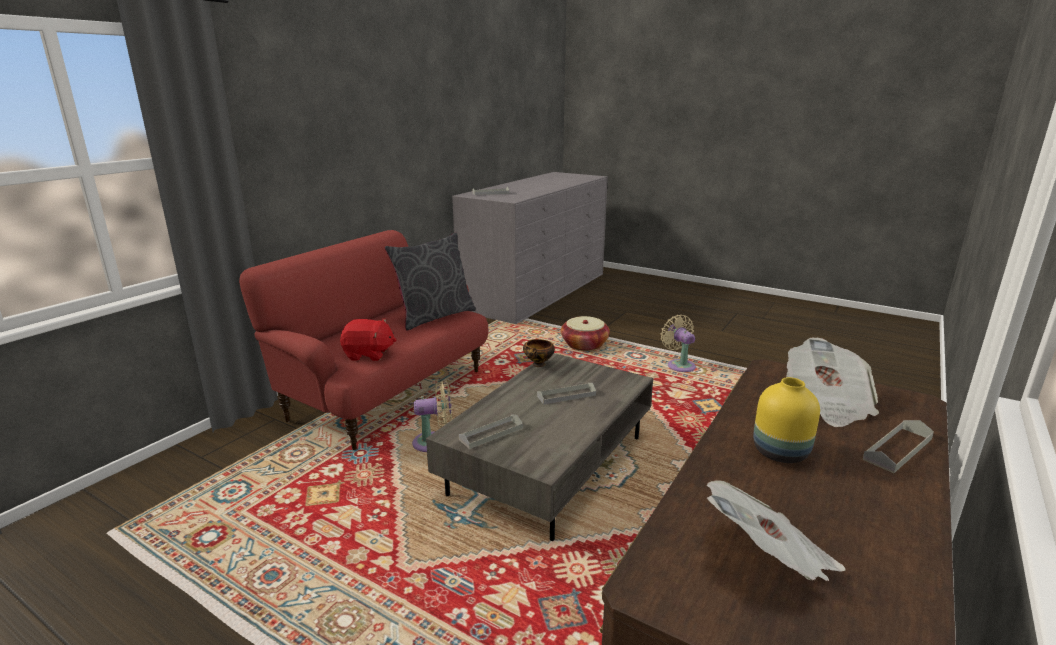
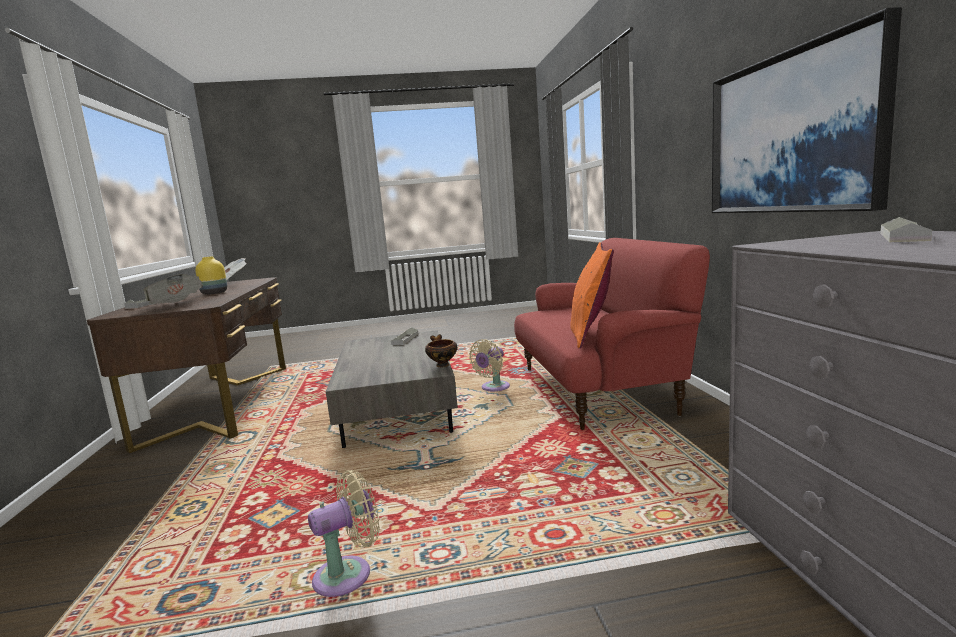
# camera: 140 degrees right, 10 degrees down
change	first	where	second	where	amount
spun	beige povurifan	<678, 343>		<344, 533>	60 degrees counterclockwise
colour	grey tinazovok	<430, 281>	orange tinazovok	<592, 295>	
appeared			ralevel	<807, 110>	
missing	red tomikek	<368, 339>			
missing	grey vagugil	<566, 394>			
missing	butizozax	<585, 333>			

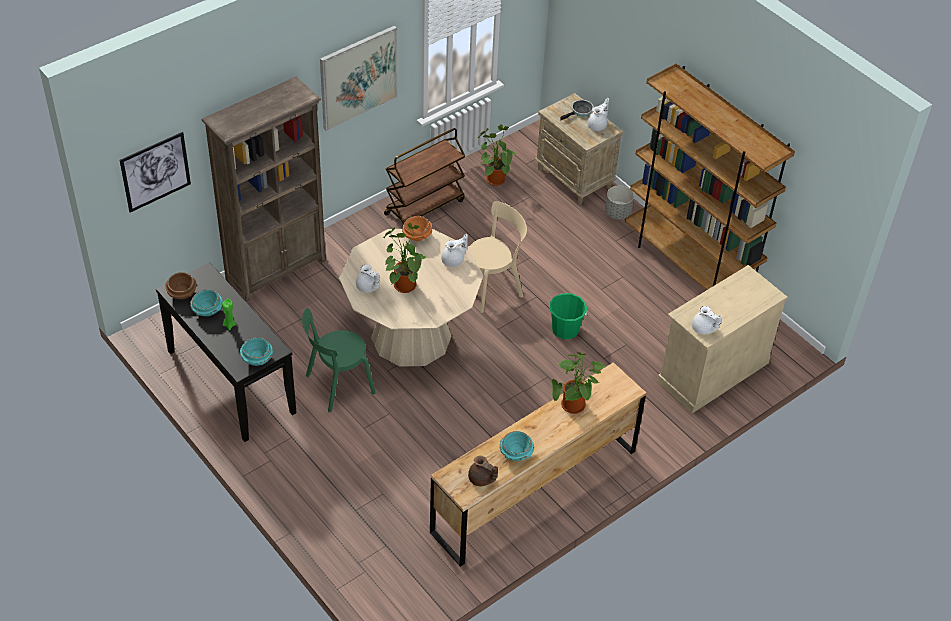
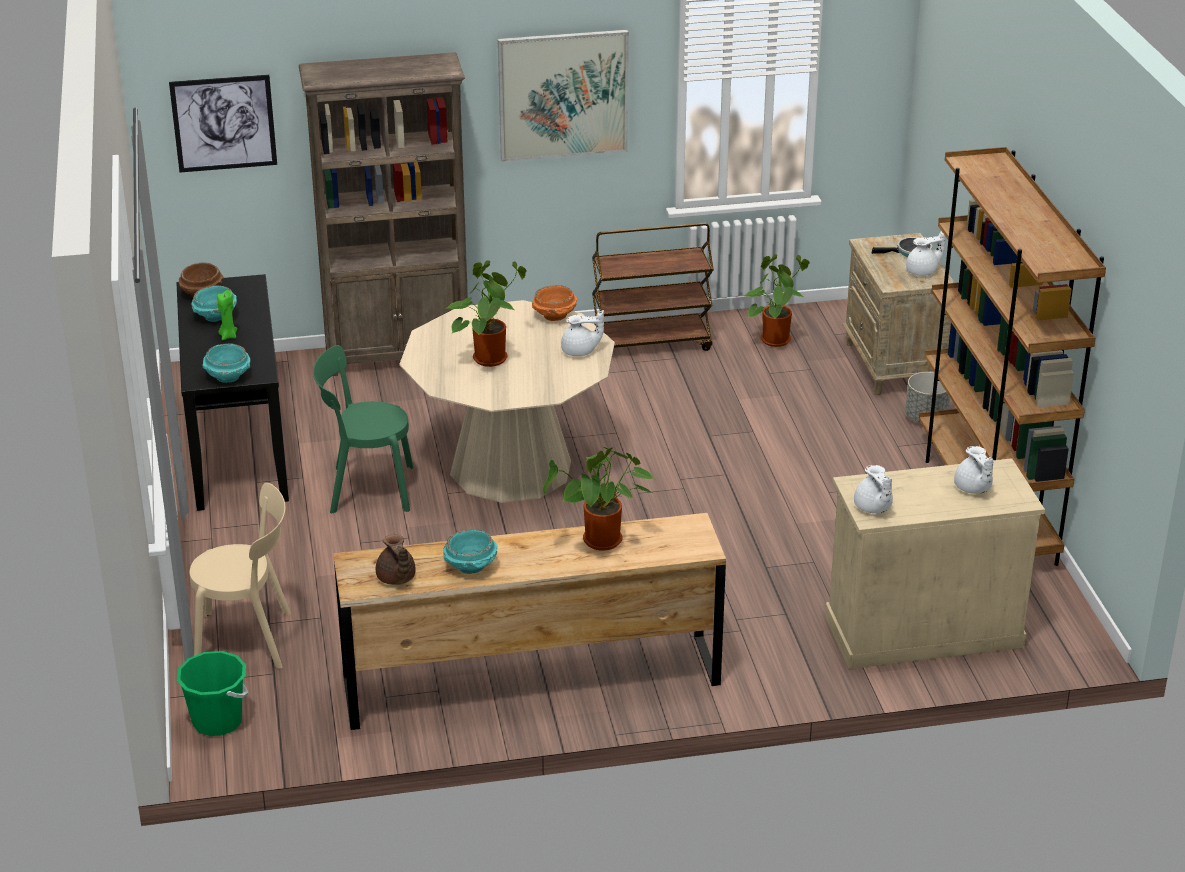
# camera: 30 degrees right, 15 degrees down
change	first	where	second	where	amount
relocated	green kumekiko	<568, 316>		<213, 693>	
relocated	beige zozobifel	<497, 257>		<240, 576>	
relocated	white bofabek	<368, 278>		<973, 470>	

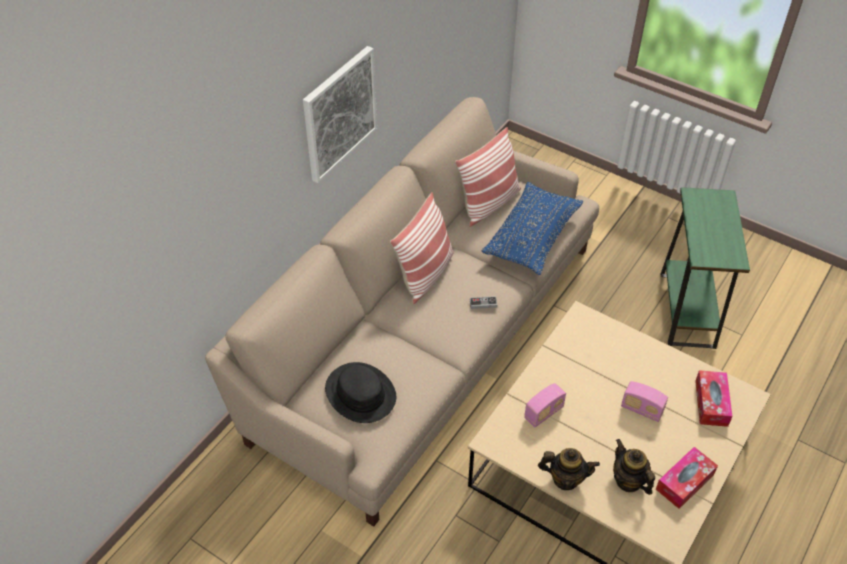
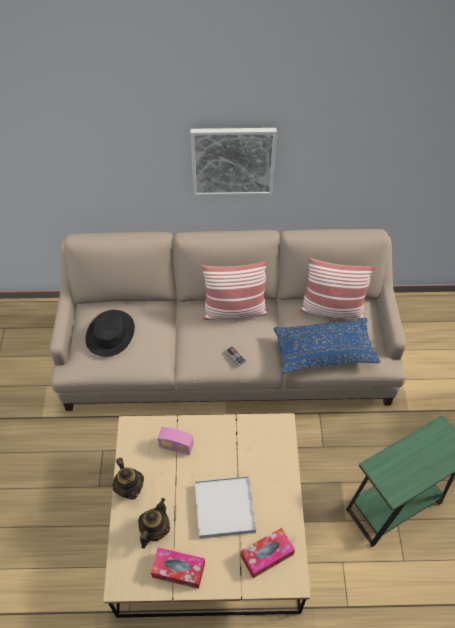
# camera: 55 degrees right, 5 degrees up
change	first	where	second	where	amount
exchanged	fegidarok	<644, 401>	white vagugil	<225, 507>	

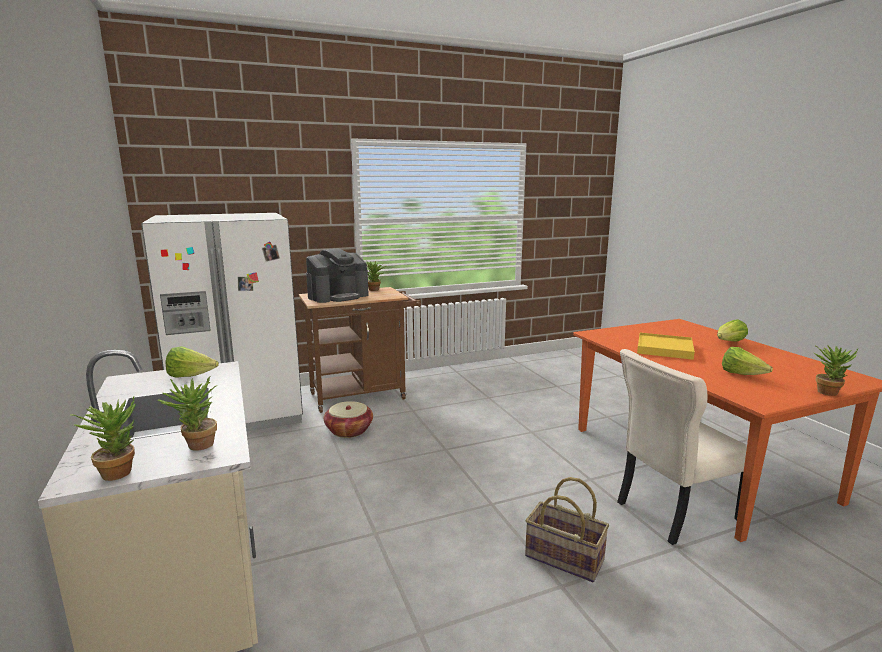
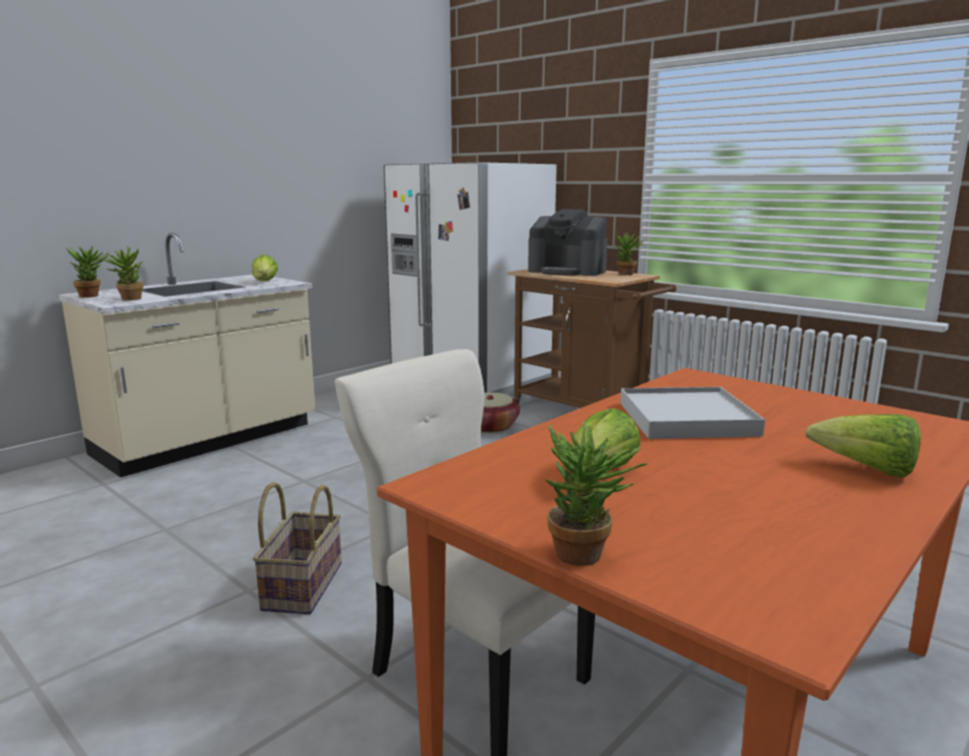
# camera: 65 degrees right, 0 degrees up
change	first	where	second	where	amount
colour	yellow vagugil	<666, 346>	white vagugil	<692, 413>	

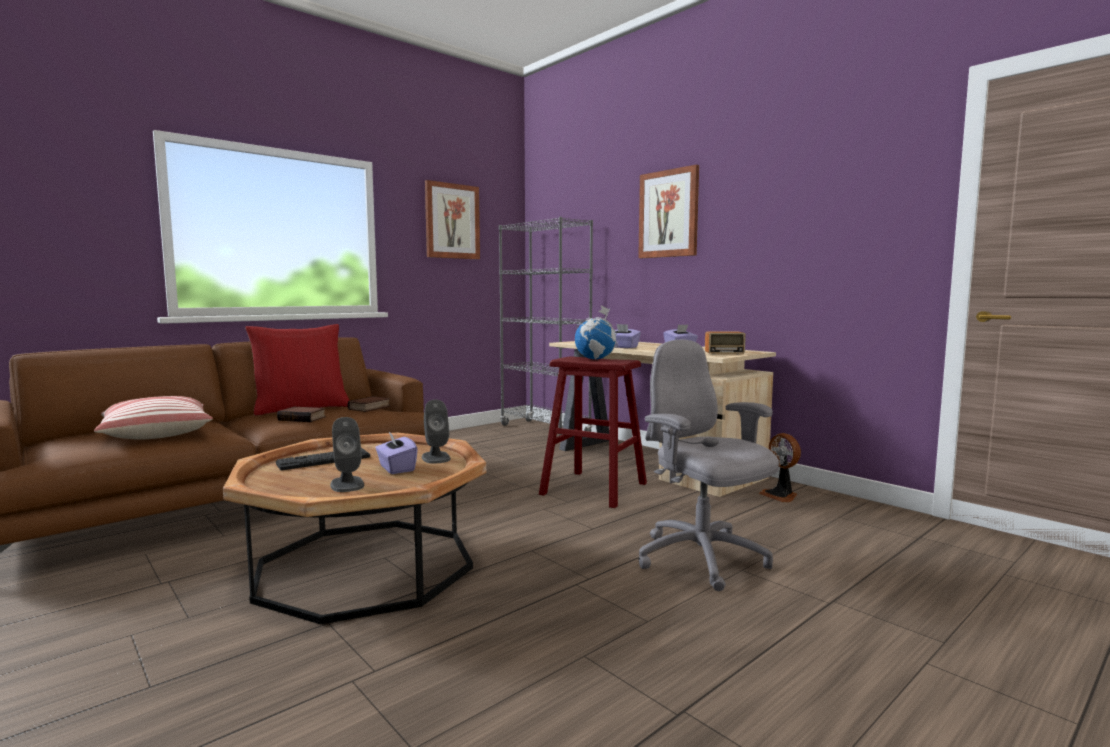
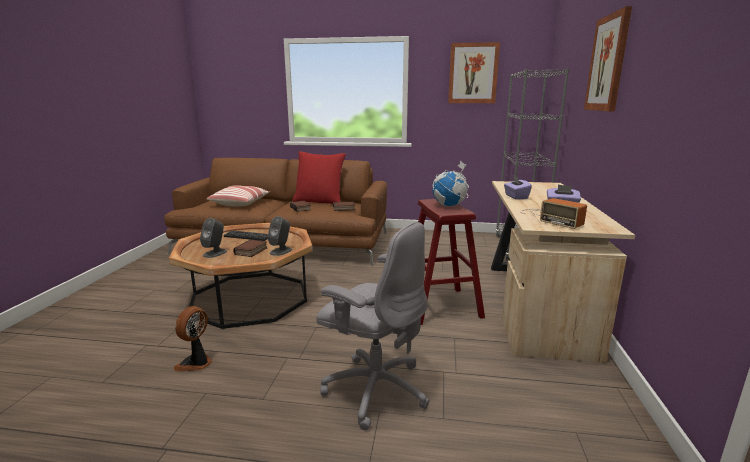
# camera: 50 degrees right, 10 degrees up
change	first	where	second	where	amount
relocated	povurifan	<780, 468>		<193, 339>	
exchanged	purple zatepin	<396, 453>	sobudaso	<250, 248>	
spun	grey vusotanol	<708, 465>		<372, 326>	105 degrees clockwise

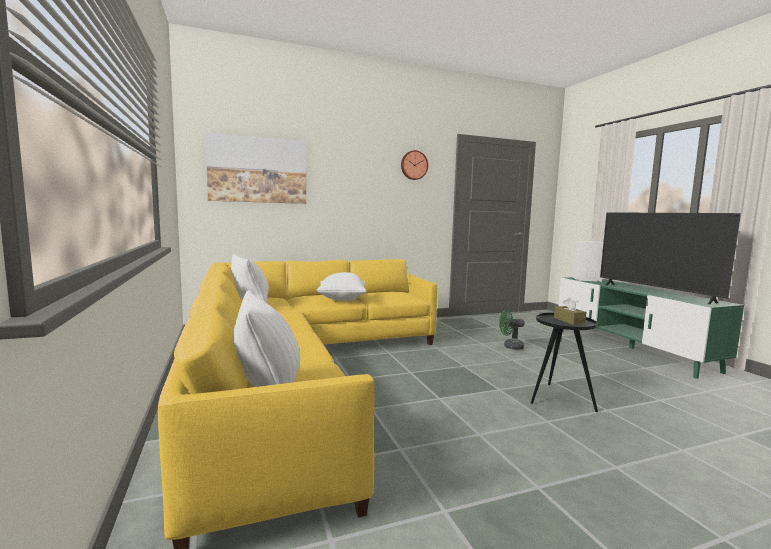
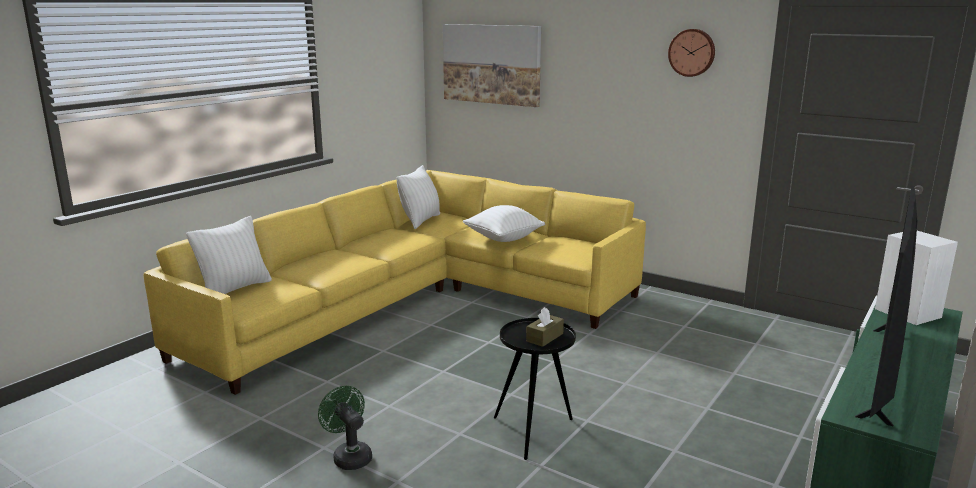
# camera: 55 degrees right, 10 degrees up
change	first	where	second	where	amount
relocated	green povurifan	<512, 329>		<345, 428>	

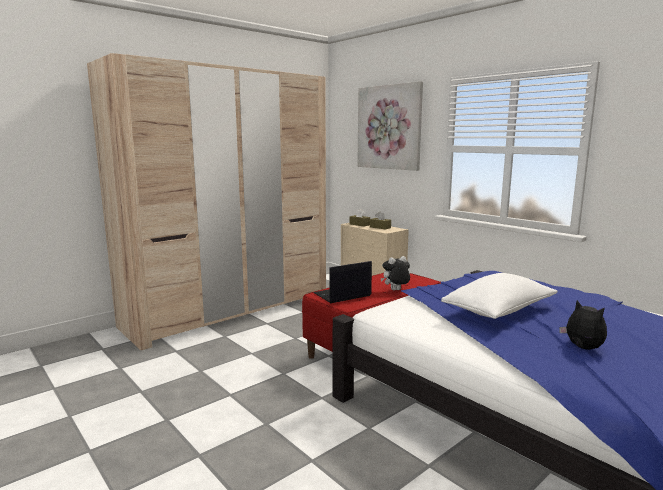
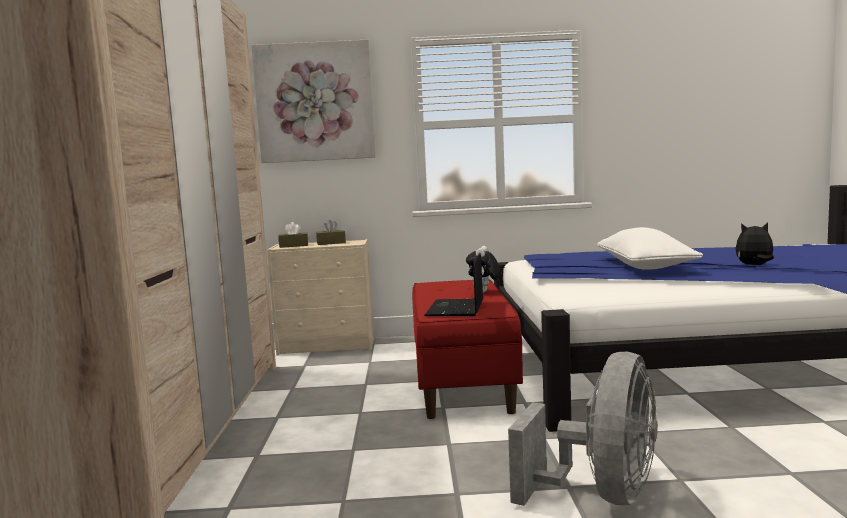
# camera: 50 degrees left, 5 degrees down
change	first	where	second	where	amount
appeared			grey povurifan	<583, 429>	

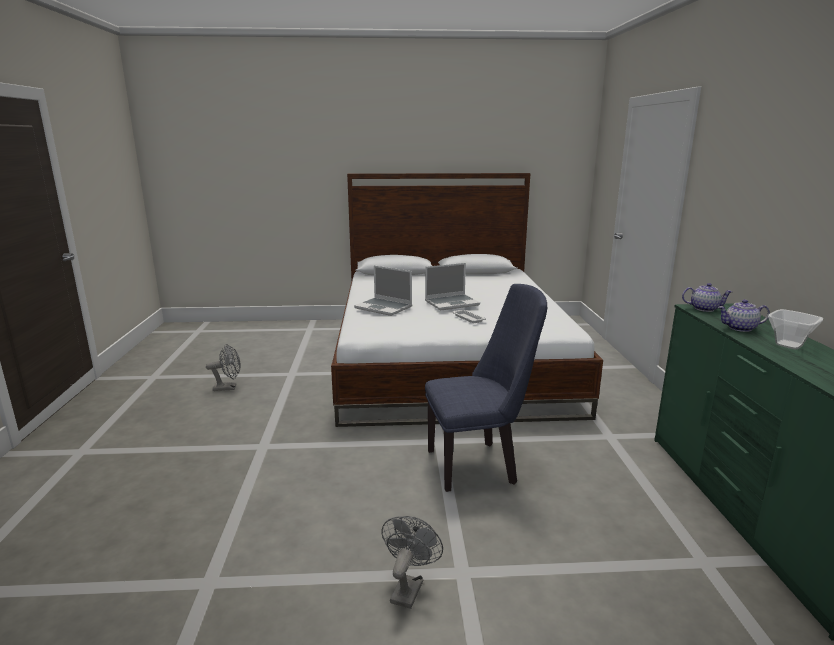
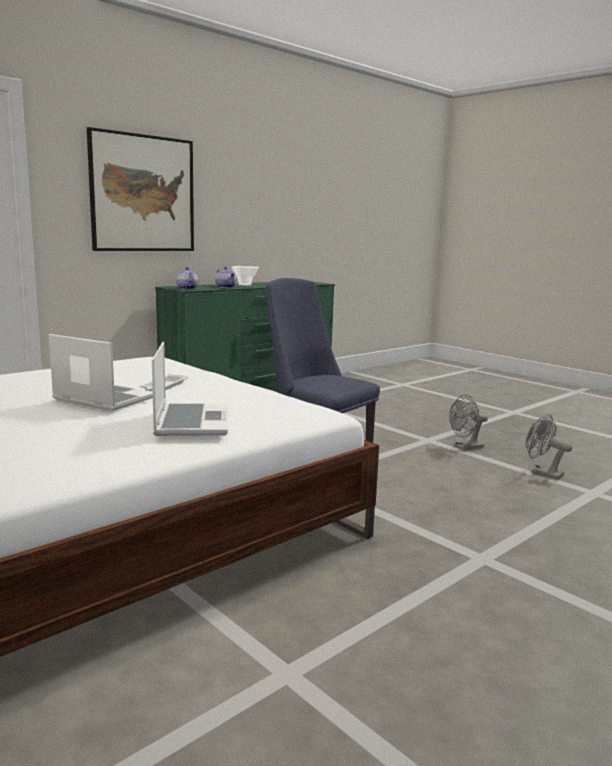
# camera: 130 degrees left, 5 degrees down
change	first	where	second	where	amount
appeared			ralevel	<140, 189>	
relocated	grey povurifan	<223, 367>		<549, 447>	

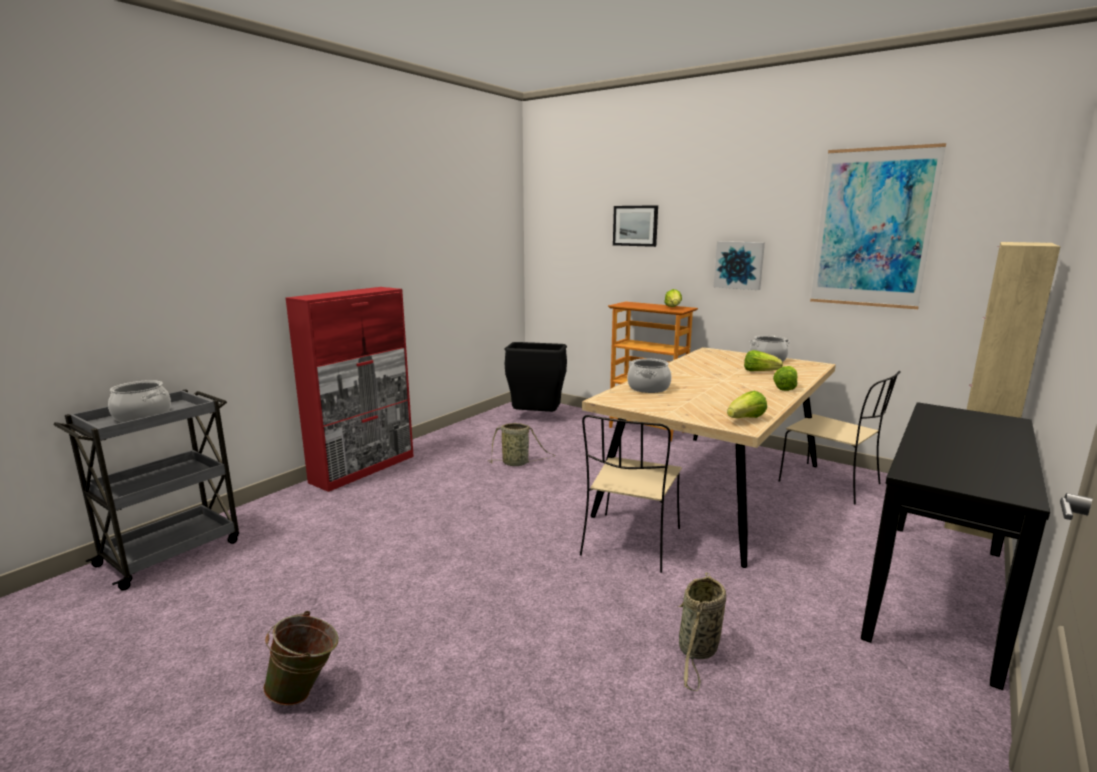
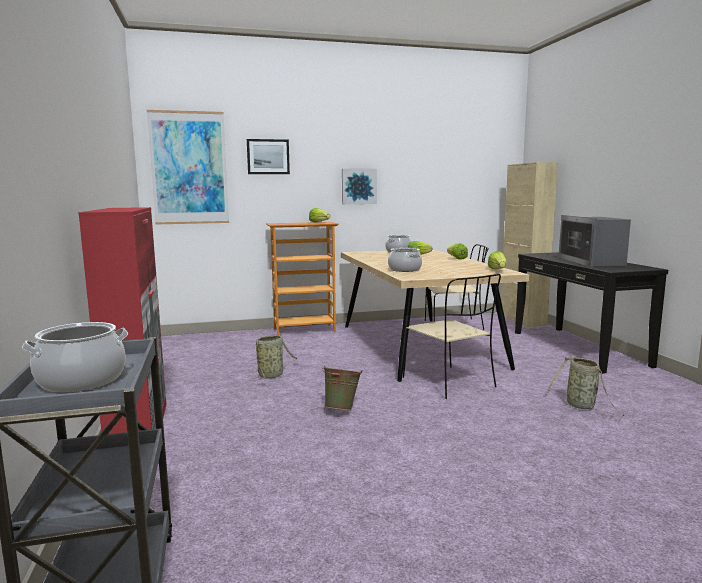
# camera: 50 degrees left, 5 degrees down
change	first	where	second	where	amount
relocated	ralevel	<878, 226>		<188, 167>	
relocated	green kumekiko	<301, 658>		<342, 388>	
appeared			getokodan	<594, 241>	
missing	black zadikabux	<535, 377>			

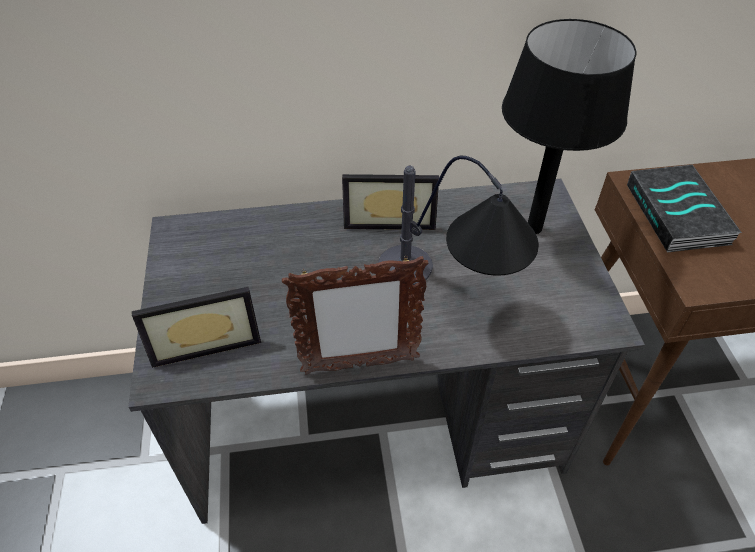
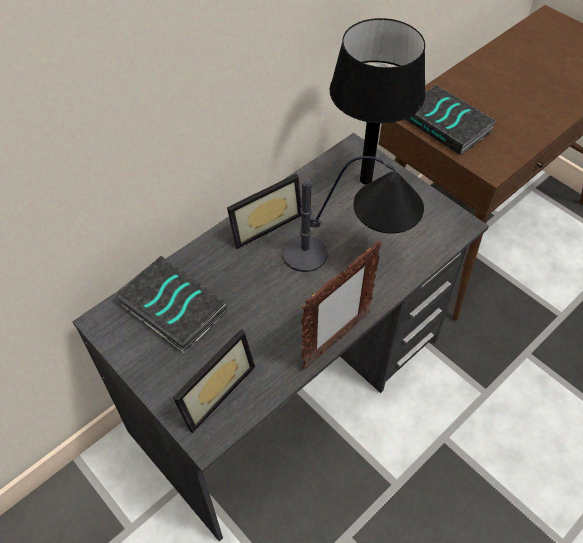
# camera: 35 degrees left, 5 degrees up
change	first	where	second	where	amount
appeared			sobudaso	<171, 304>	

